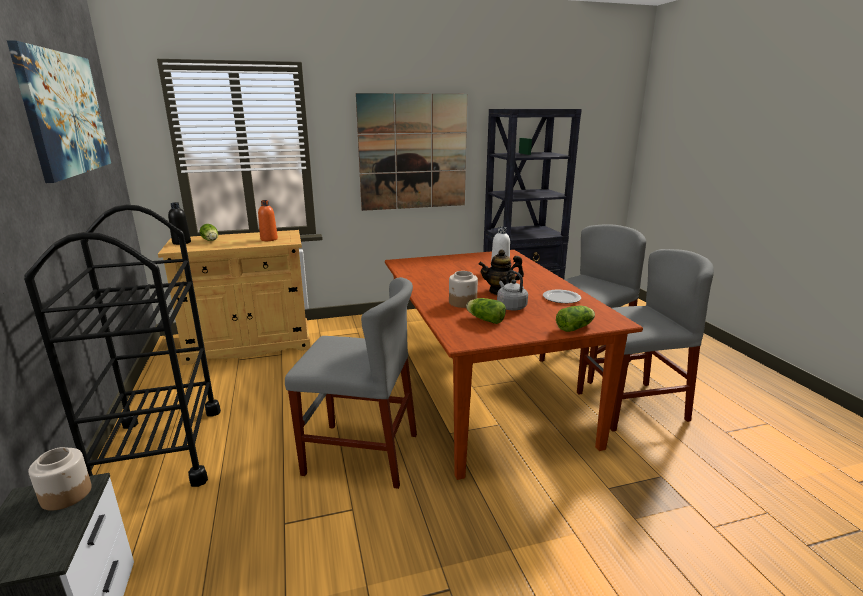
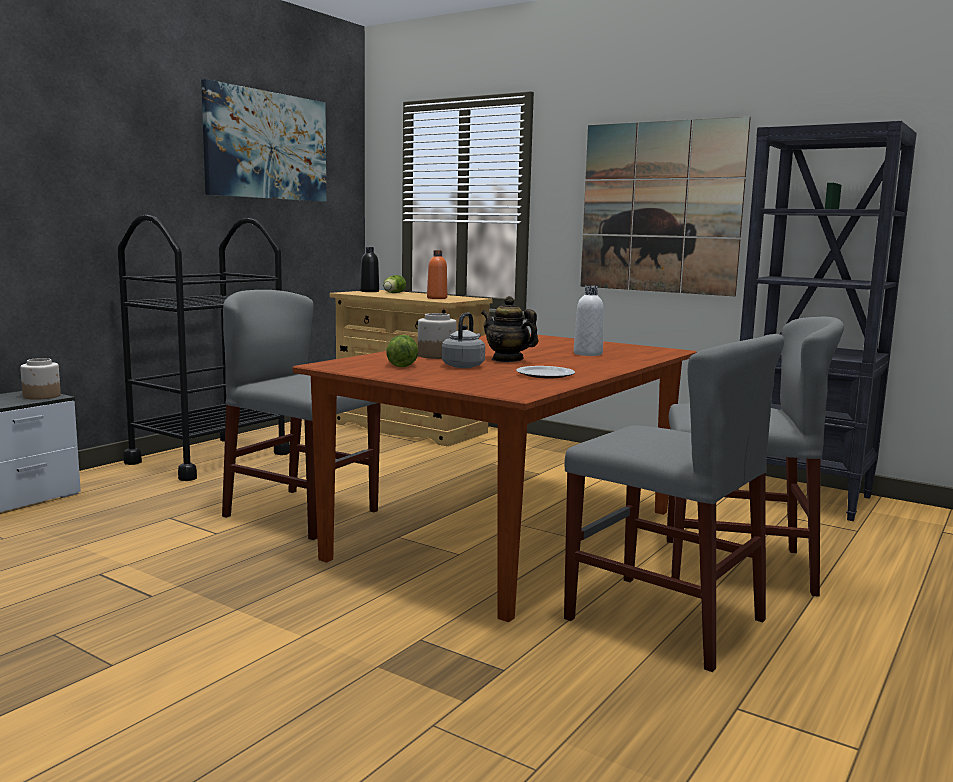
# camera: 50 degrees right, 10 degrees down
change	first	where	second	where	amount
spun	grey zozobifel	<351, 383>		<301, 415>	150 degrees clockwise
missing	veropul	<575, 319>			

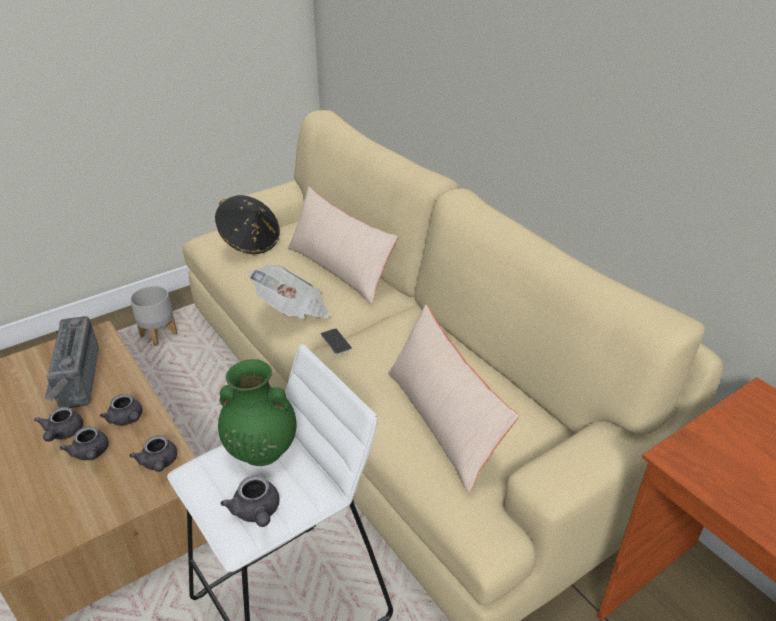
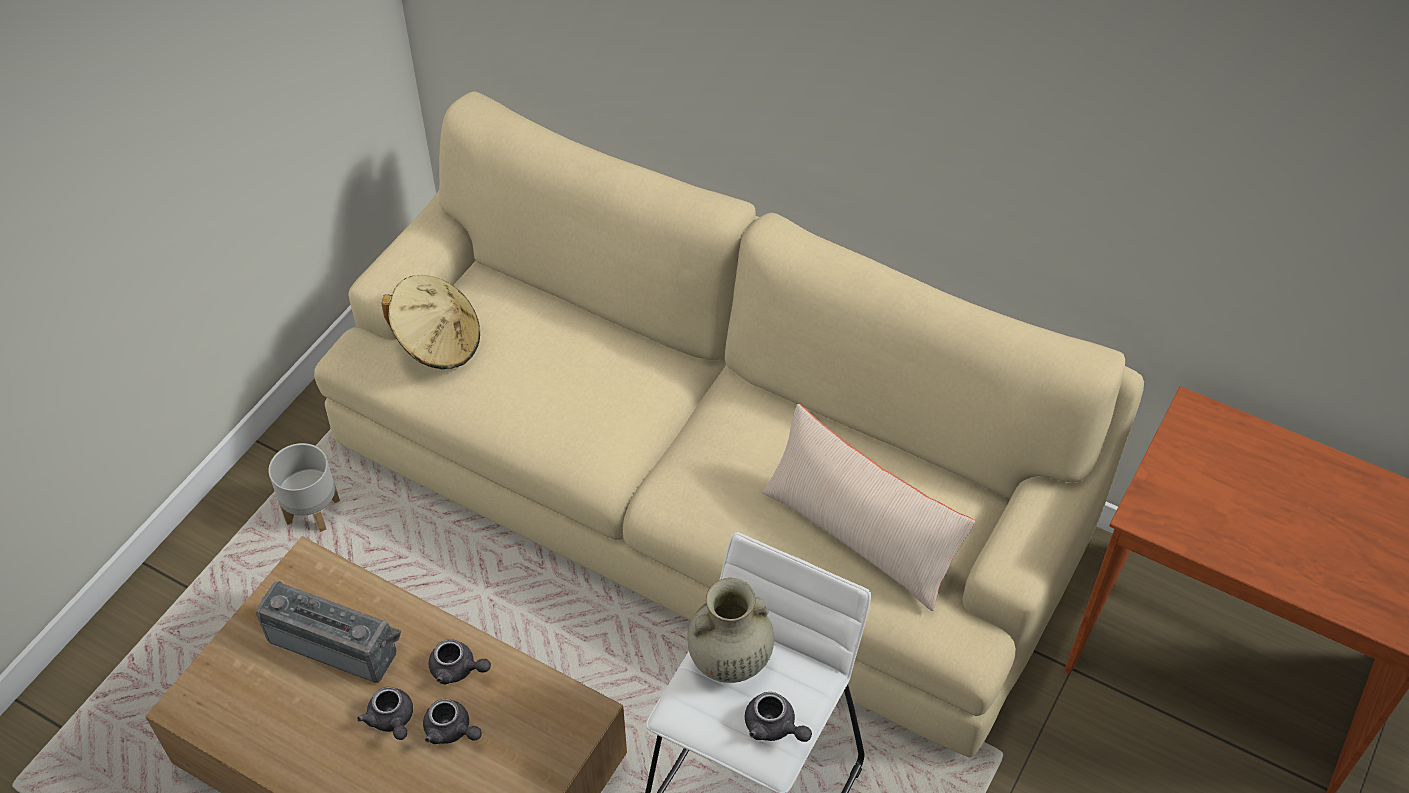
# camera: 25 degrees left, 15 degrees up
change	first	where	second	where	amount
spun	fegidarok	<72, 362>		<328, 632>	150 degrees clockwise
colour	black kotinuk	<247, 225>	beige kotinuk	<430, 322>	
colour	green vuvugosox	<257, 412>	beige vuvugosox	<730, 630>	
missing	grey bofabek	<153, 453>			
missing	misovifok	<289, 292>			
missing	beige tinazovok	<343, 245>			
missing	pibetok	<336, 341>			

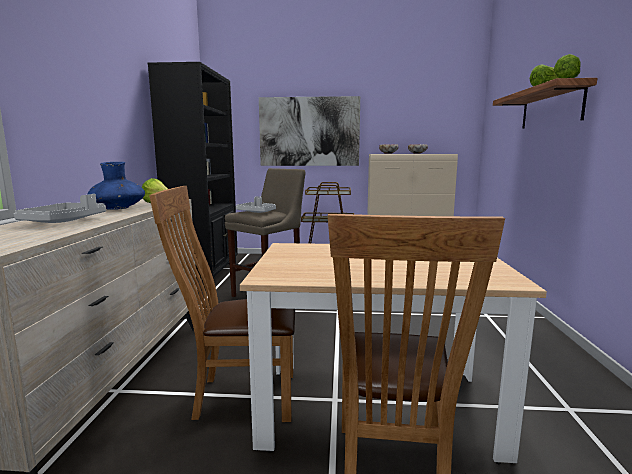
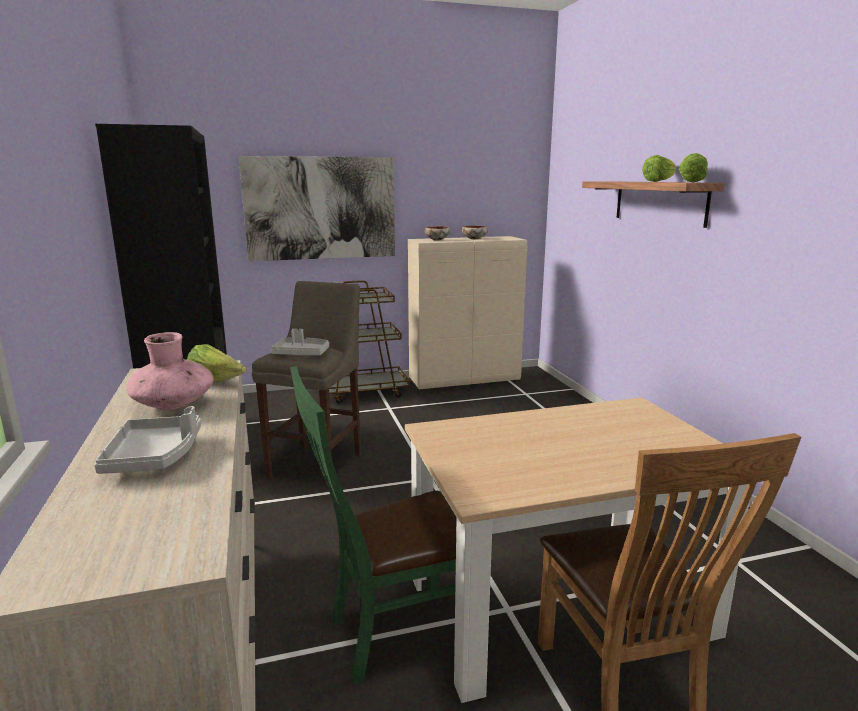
# camera: 20 degrees left, 5 degrees up
change	first	where	second	where	amount
colour	blue vuvugosox	<116, 186>	pink vuvugosox	<170, 371>	
colour	brown zozobifel	<222, 304>	green zozobifel	<373, 525>	

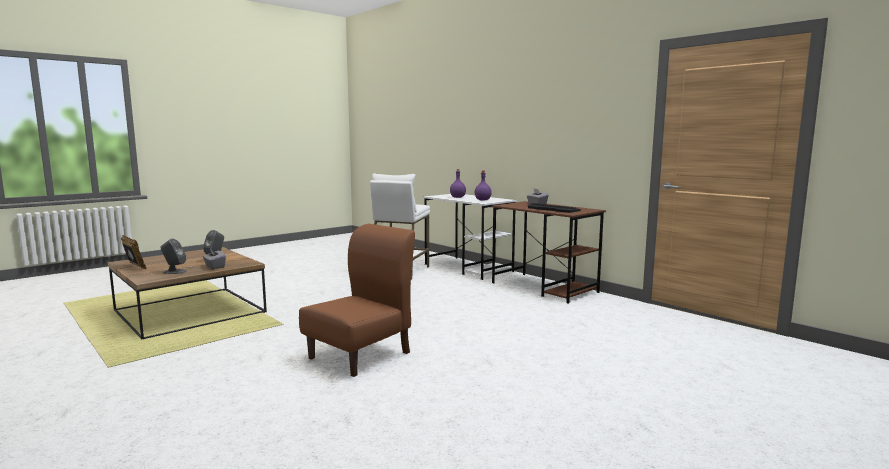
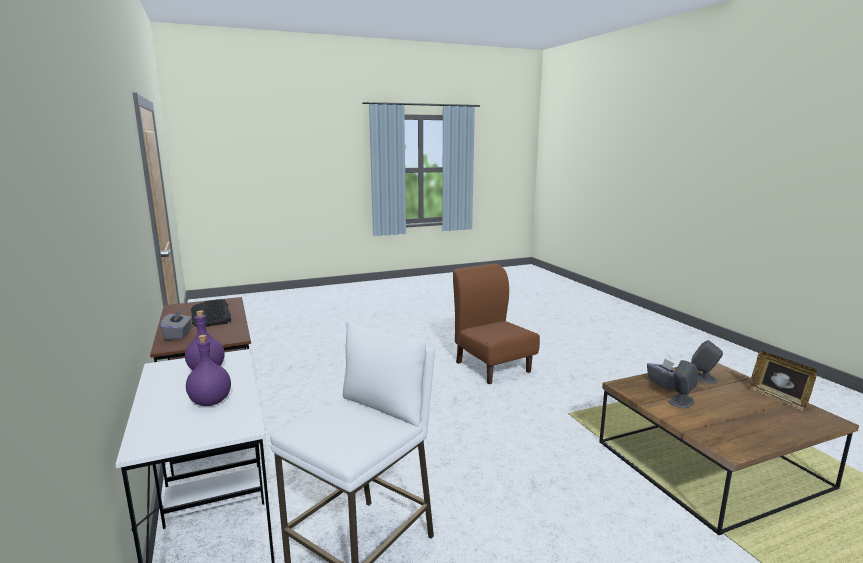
# camera: 160 degrees left, 5 degrees up
change	first	where	second	where	amount
spun	brown zozobifel	<357, 300>		<496, 323>	90 degrees clockwise

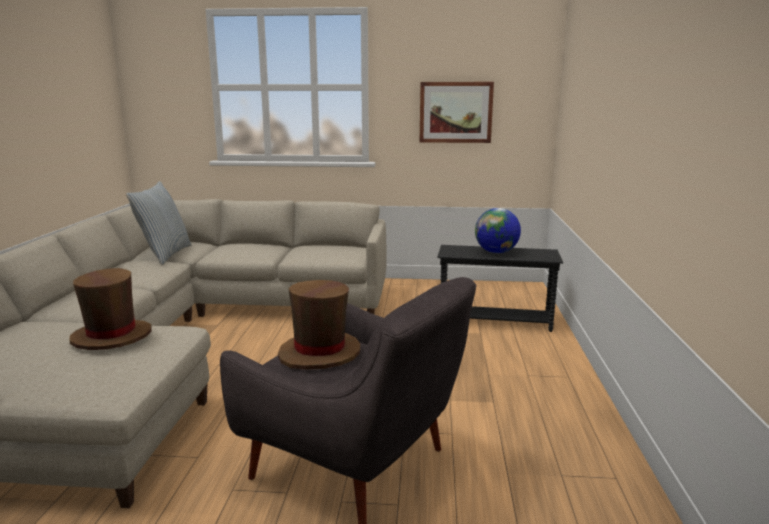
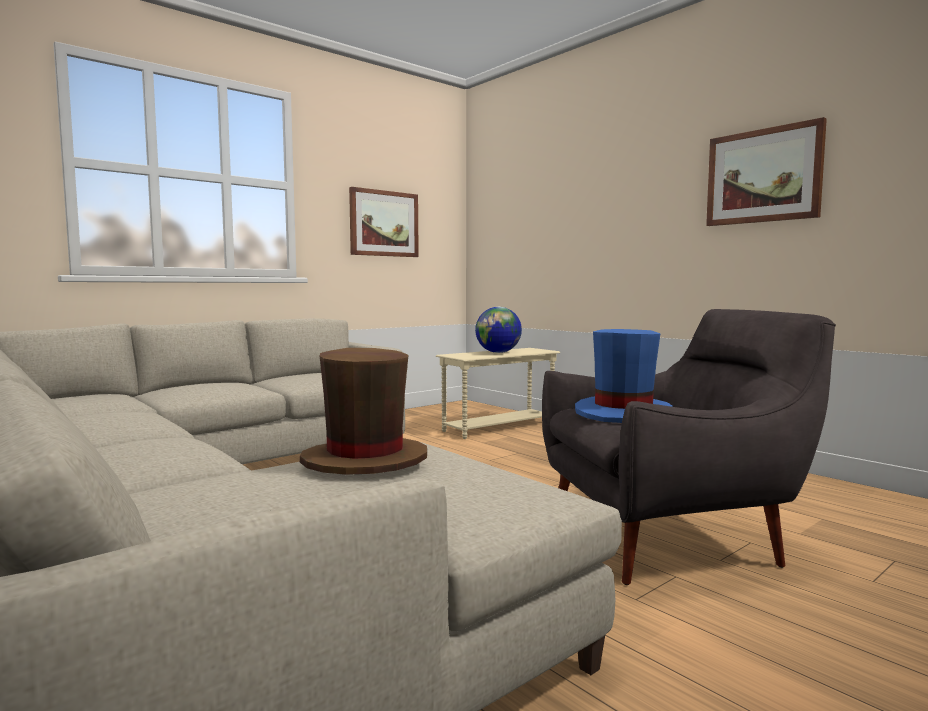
# camera: 45 degrees left, 10 degrees down
change	first	where	second	where	amount
colour	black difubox	<500, 288>	beige difubox	<498, 393>	
colour	brown kotinuk	<319, 325>	blue kotinuk	<624, 376>	
appeared			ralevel	<766, 171>	
missing	tinazovok	<158, 223>			

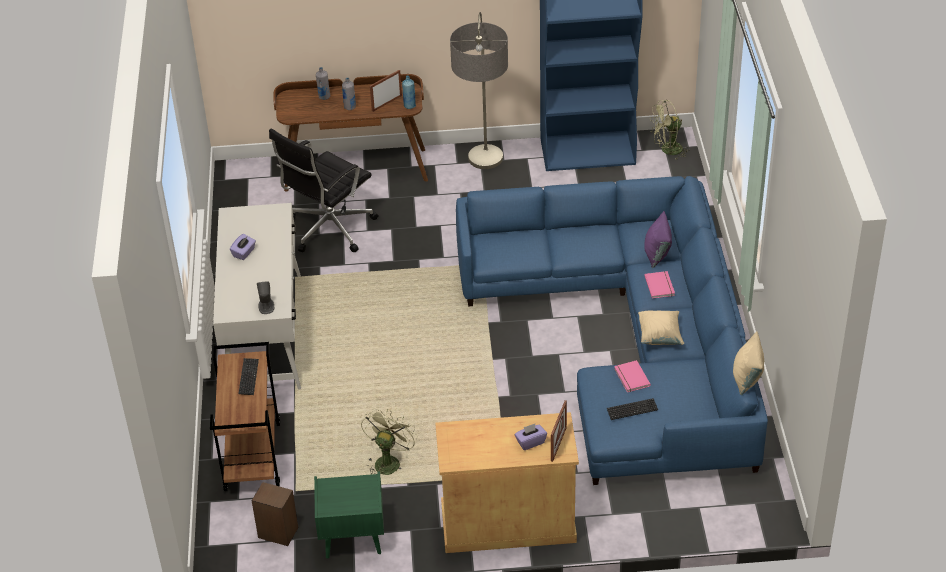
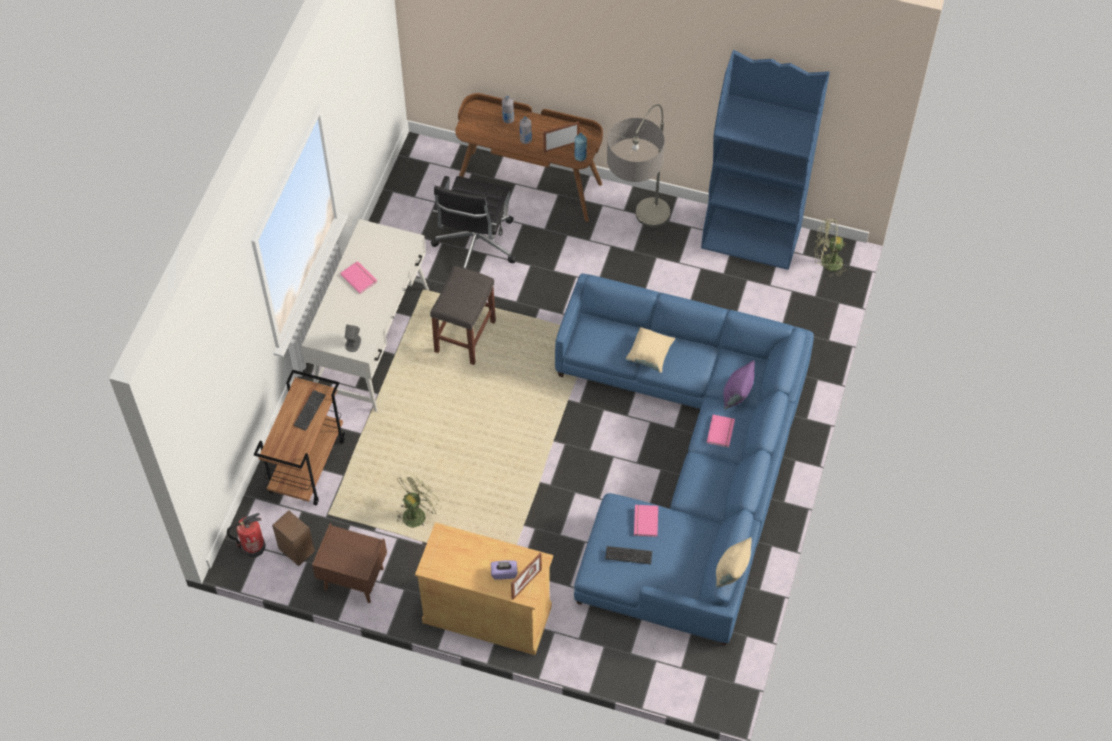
# camera: 20 degrees right, 15 degrees up
change	first	where	second	where	amount
appeared			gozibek	<246, 535>	
colour	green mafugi	<349, 514>	brown mafugi	<349, 563>	
exchanged	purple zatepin	<243, 247>	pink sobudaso	<358, 277>	
appeared			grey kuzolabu	<463, 315>	
spun	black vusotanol	<324, 190>		<473, 222>	45 degrees counterclockwise
relocated	beige tinazovok	<661, 328>		<651, 350>	

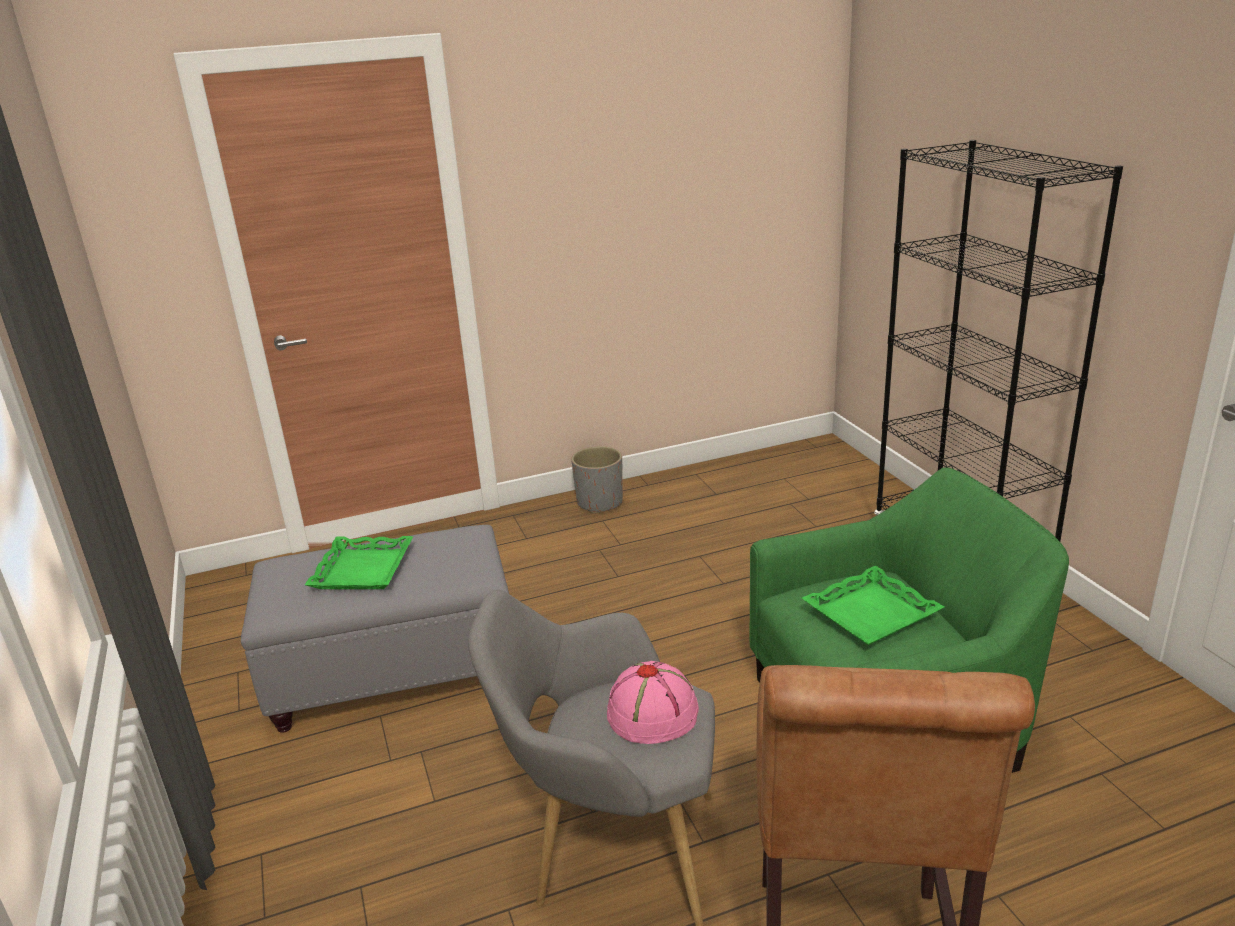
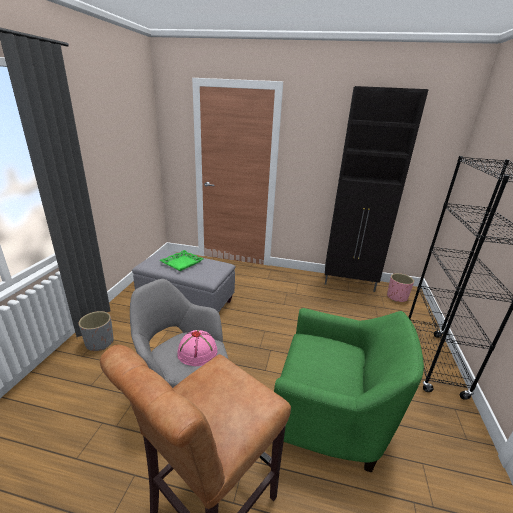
# camera: 30 degrees right, 0 degrees up
change	first	where	second	where	amount
relocated	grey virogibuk	<597, 480>		<96, 331>	
appeared			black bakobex	<377, 189>	
appeared			pink virogibuk	<400, 287>	
missing	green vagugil	<873, 605>			

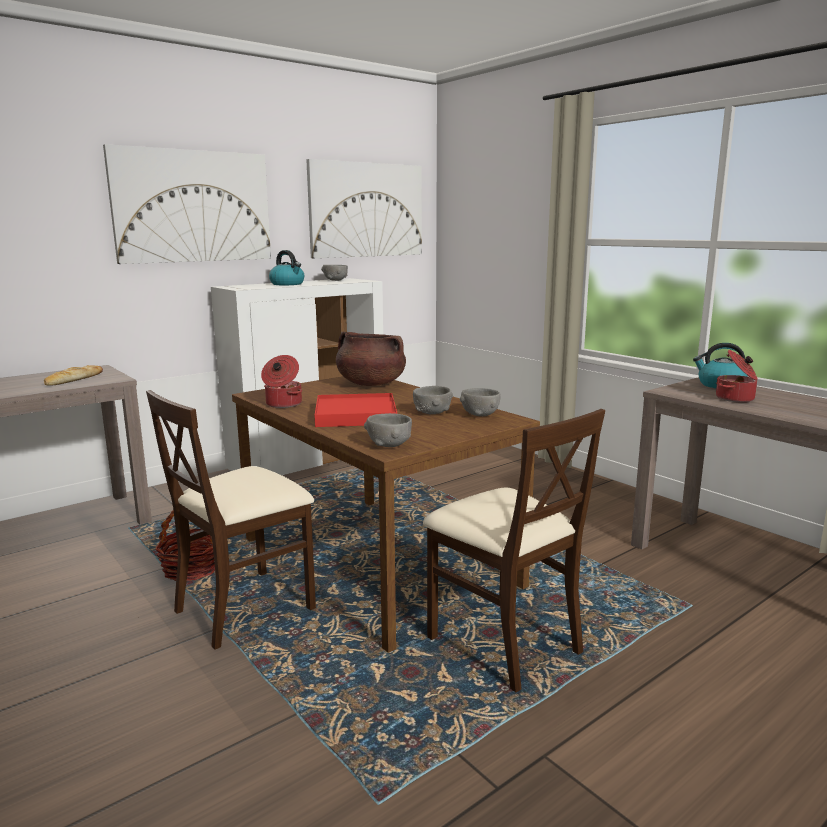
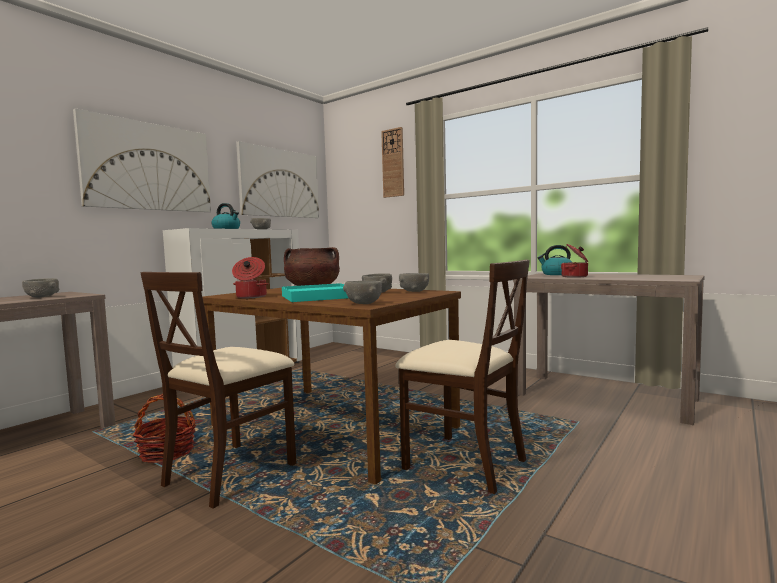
# camera: 15 degrees left, 10 degrees down
change	first	where	second	where	amount
exchanged	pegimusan	<73, 375>	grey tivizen	<40, 288>	
colour	red vagugil	<356, 410>	turquoise vagugil	<315, 292>	
appeared			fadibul	<392, 162>	

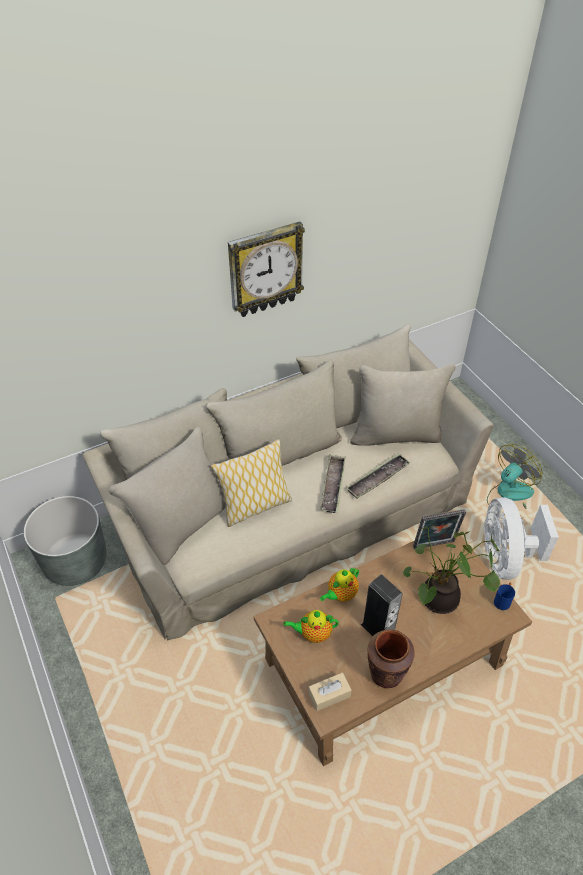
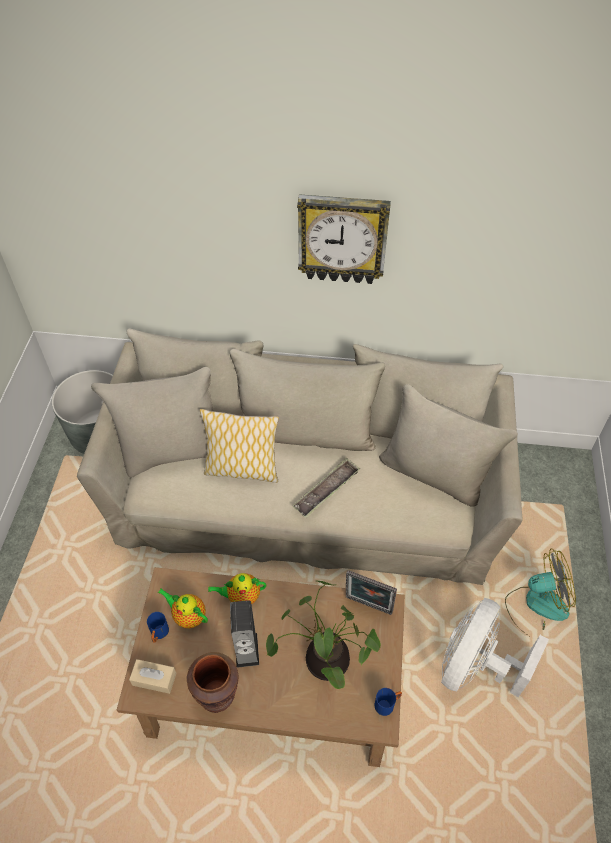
# camera: 35 degrees right, 5 degrees up
change	first	where	second	where	amount
appeared			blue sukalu	<158, 627>	
missing	vagugil	<378, 476>			

